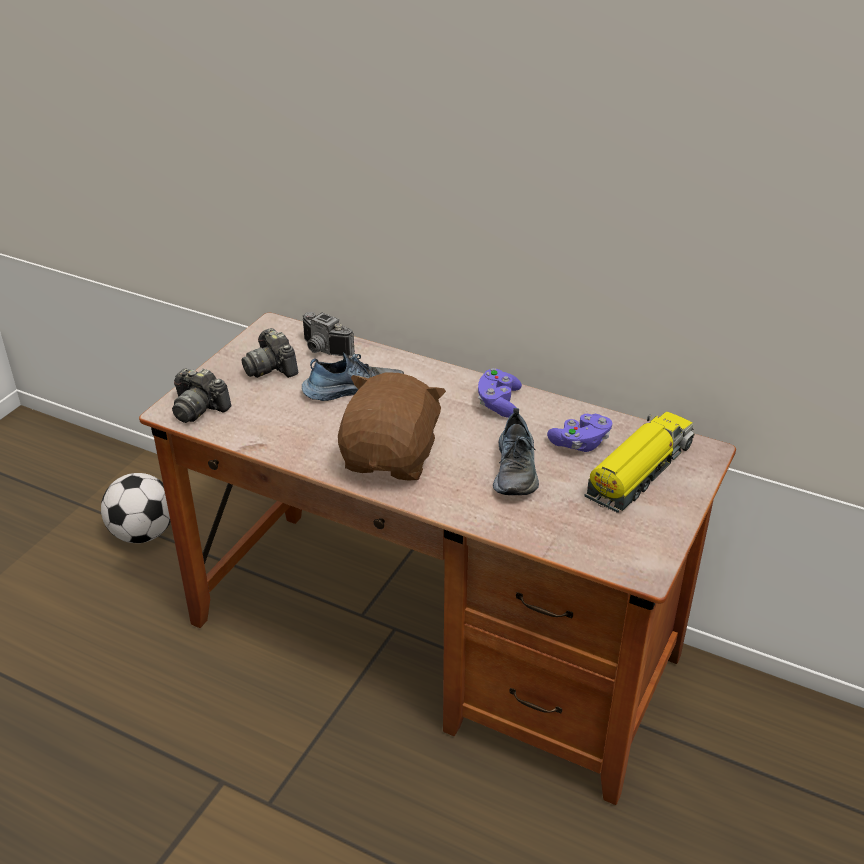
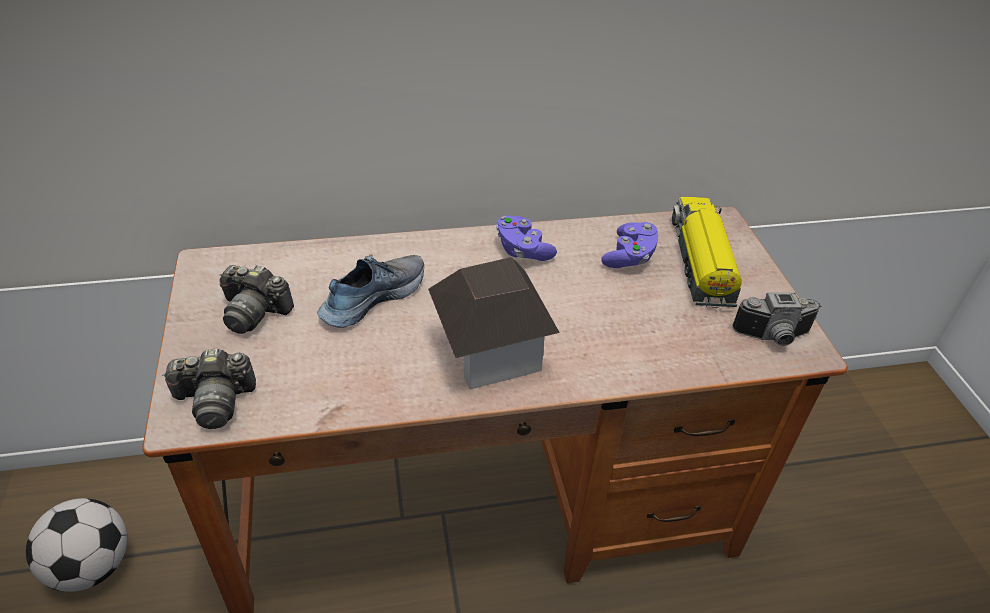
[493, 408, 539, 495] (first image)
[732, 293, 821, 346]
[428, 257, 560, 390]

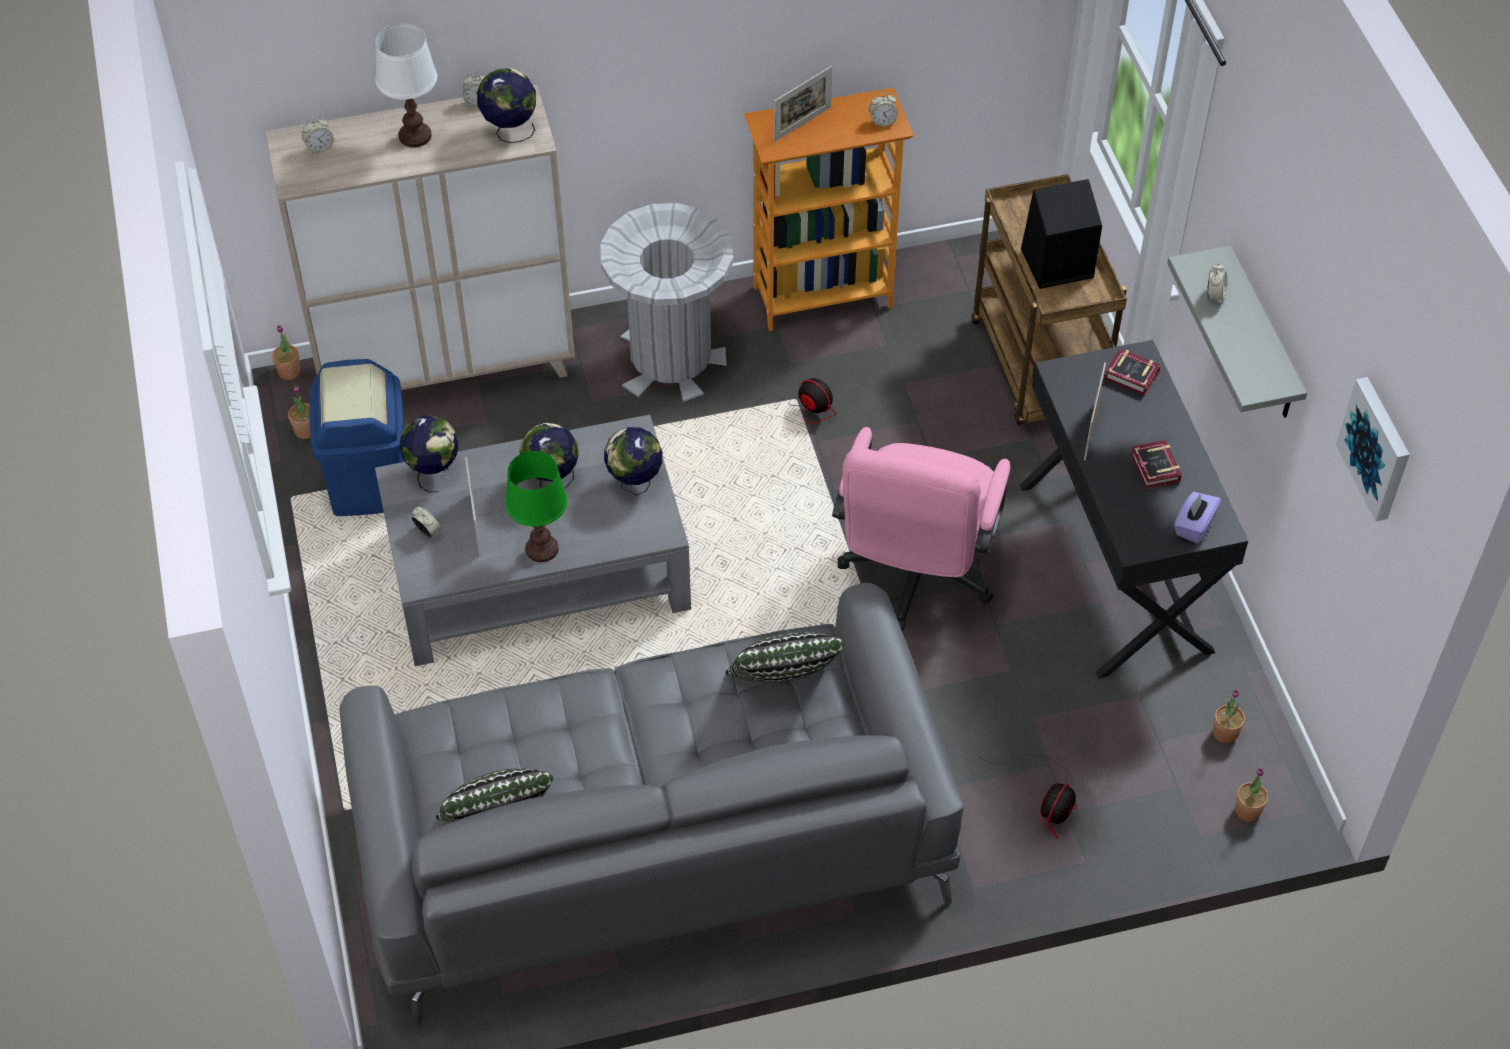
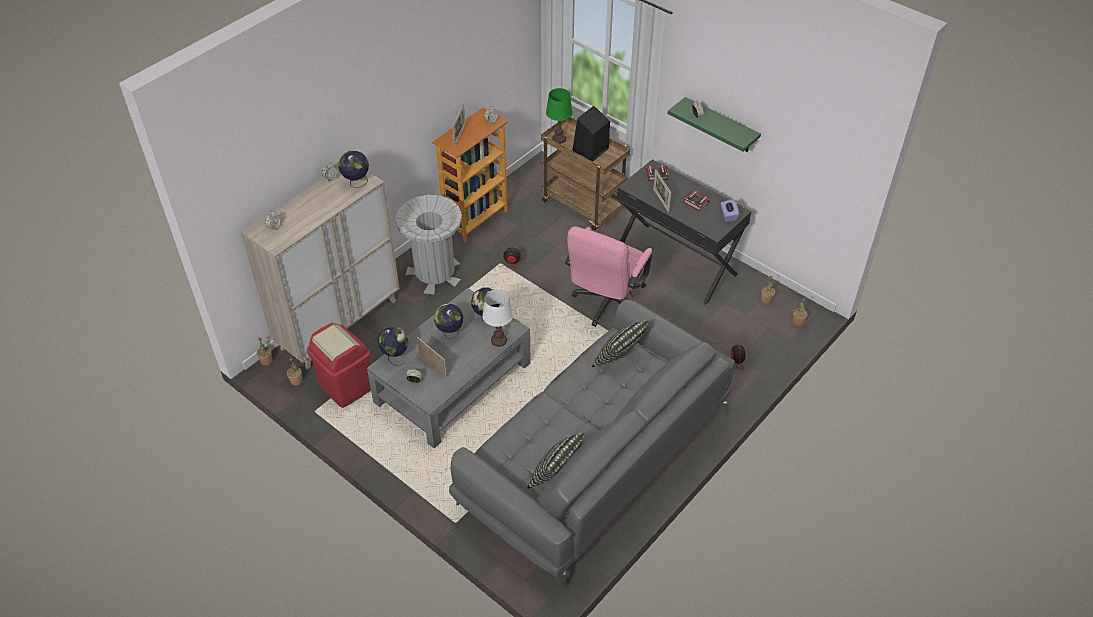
[1336, 377, 1410, 521] (first image)
[482, 289, 513, 347]
[546, 88, 573, 144]
[307, 323, 371, 408]
[668, 97, 761, 152]
[565, 226, 652, 327]

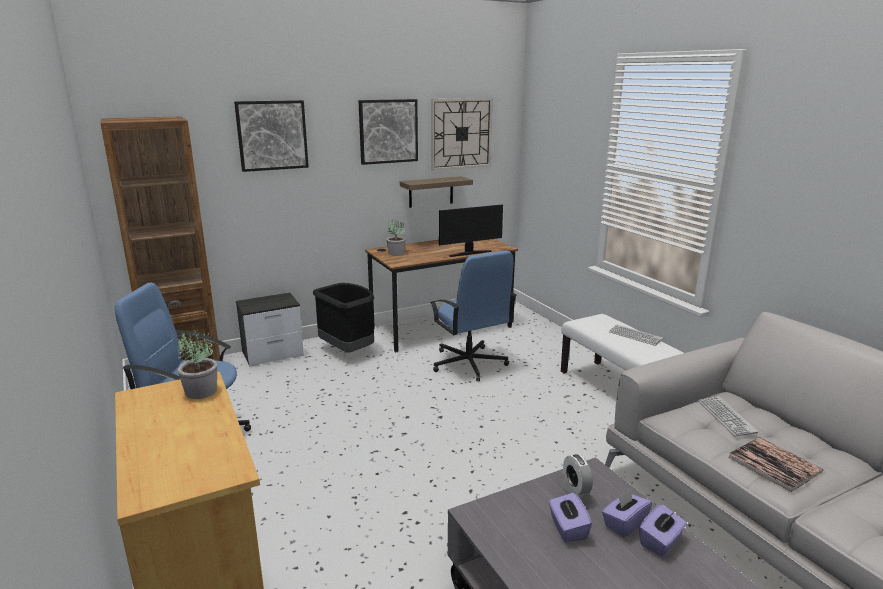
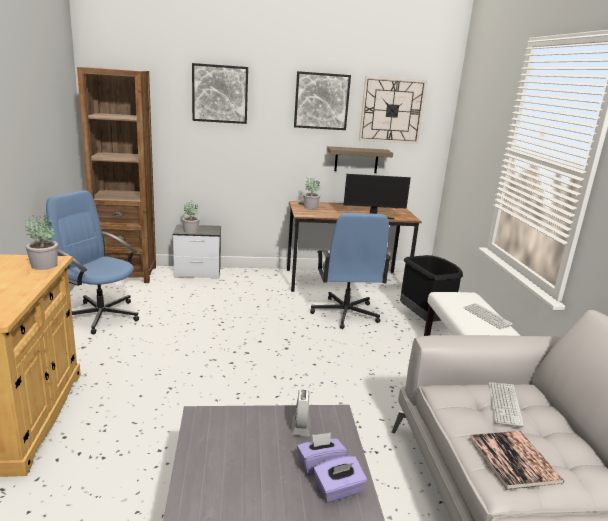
[549, 493, 592, 542] (first image)
[182, 200, 200, 234]
[400, 255, 463, 322]

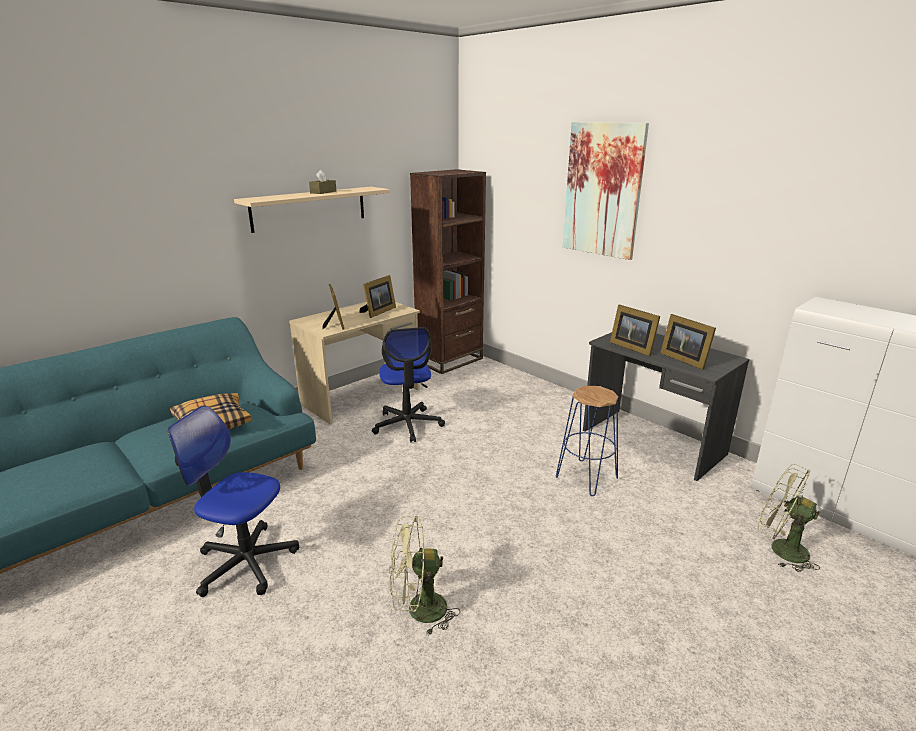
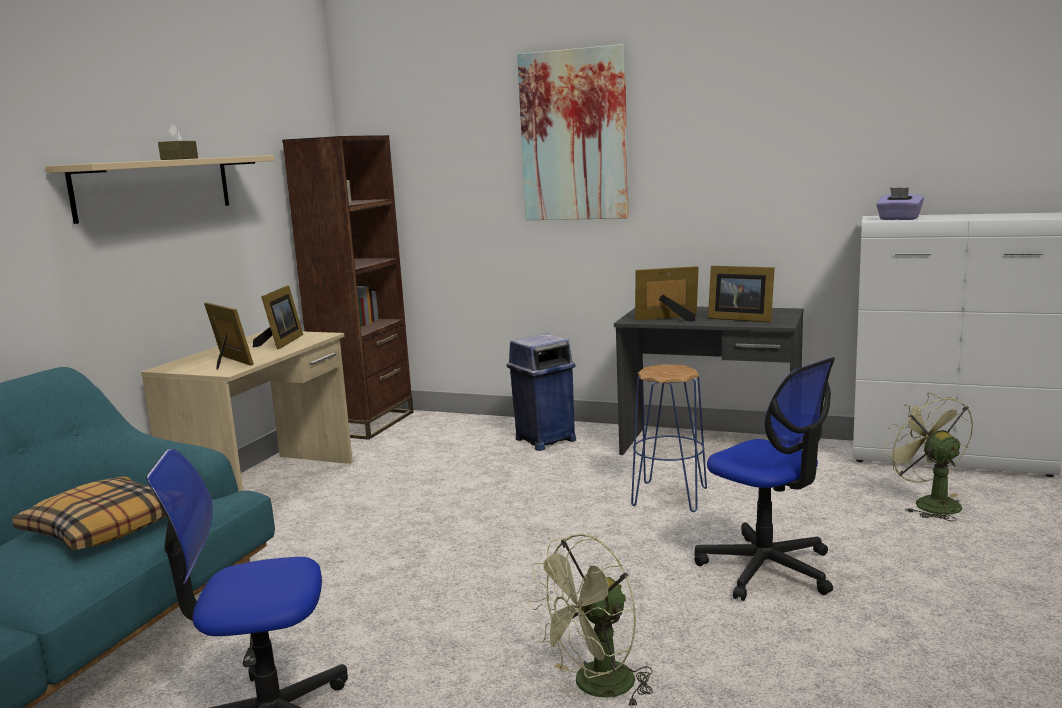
[507, 334, 576, 451]
[876, 187, 924, 220]
[694, 357, 835, 601]
[635, 266, 699, 321]
[883, 393, 973, 521]

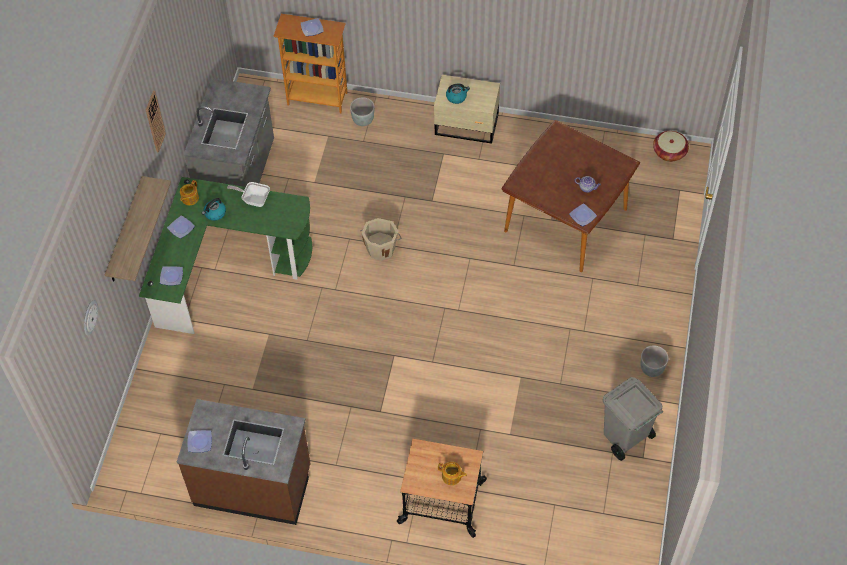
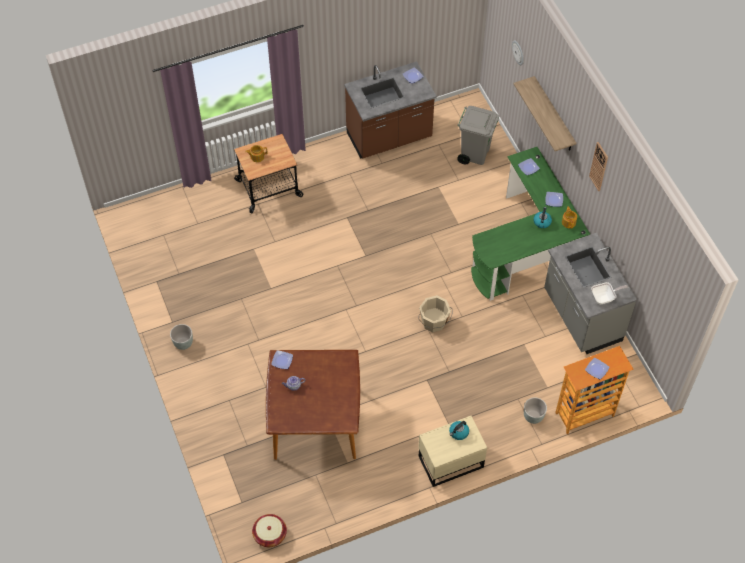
[591, 282, 628, 305]
[457, 106, 499, 165]

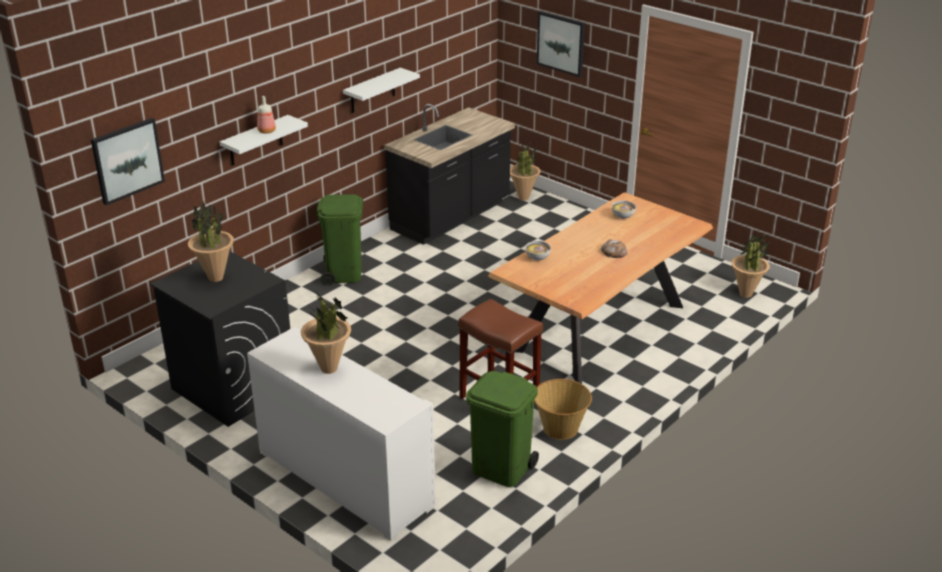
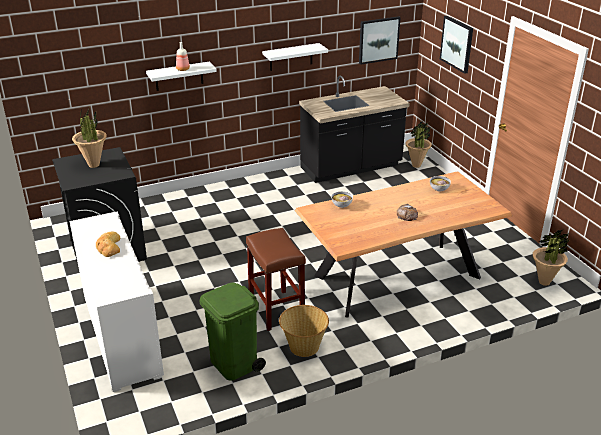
[316, 194, 363, 285] (first image)
[359, 16, 401, 65]
[96, 231, 120, 257]

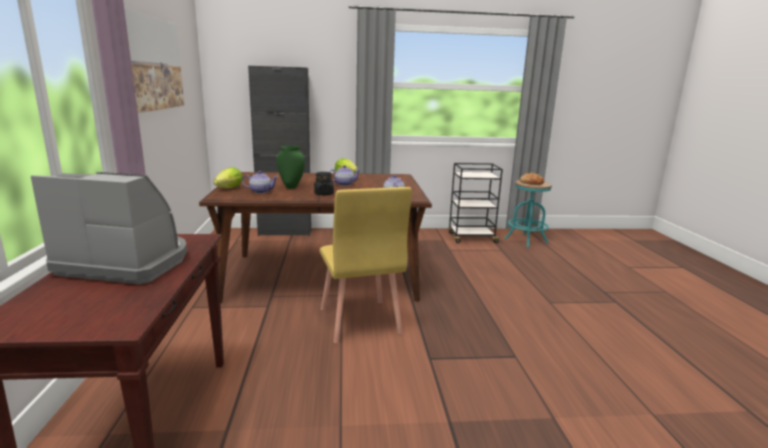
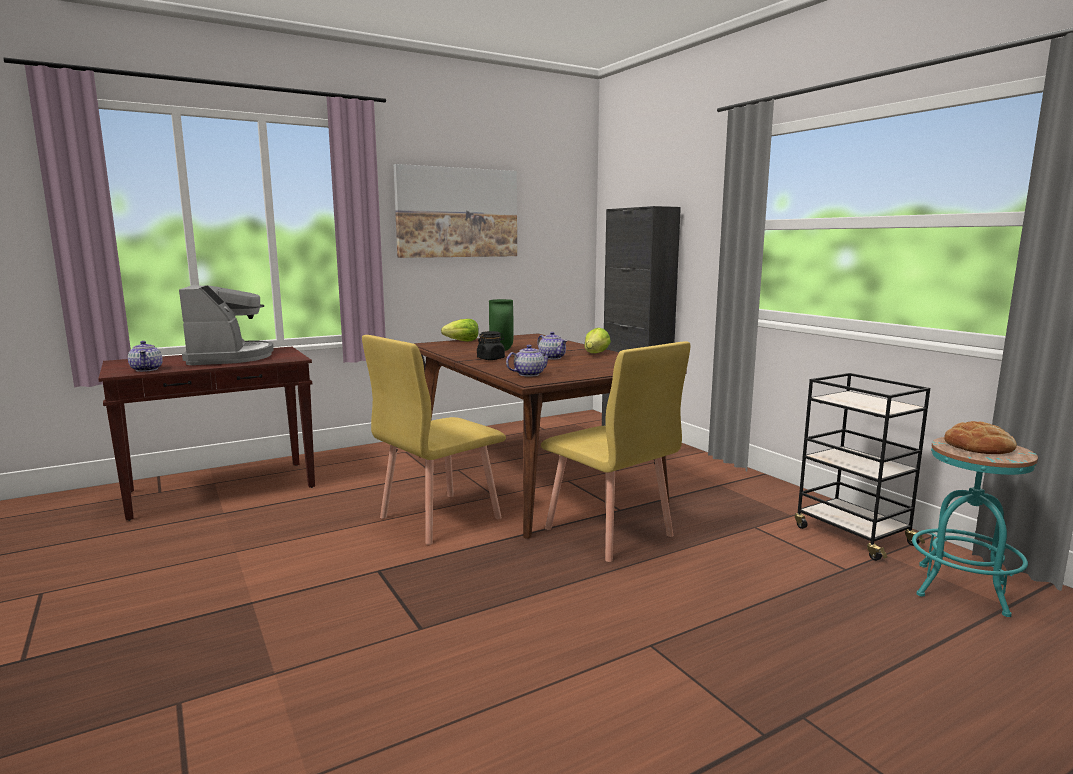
[541, 341, 690, 562]
[128, 341, 163, 372]

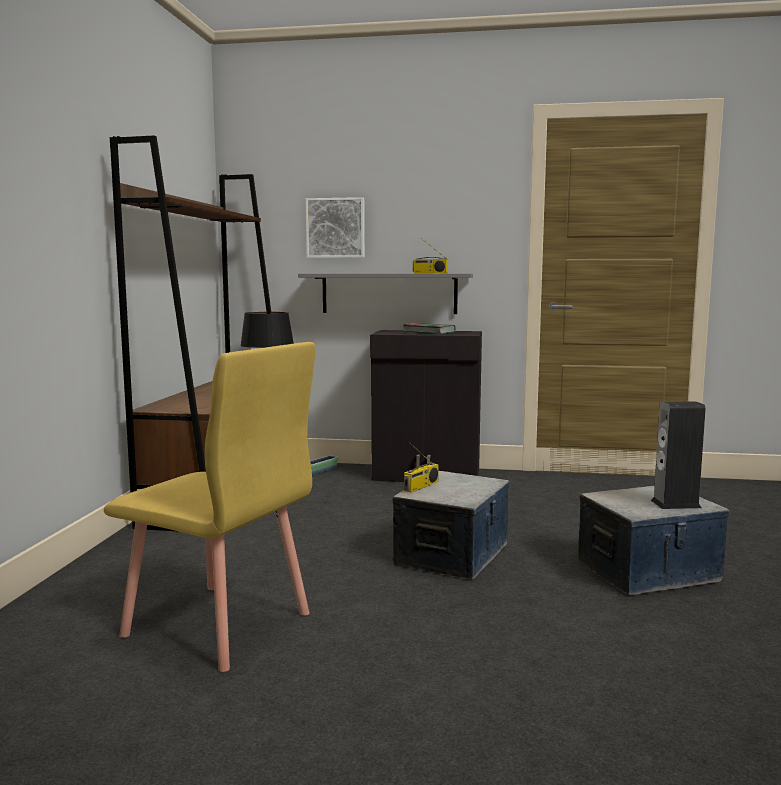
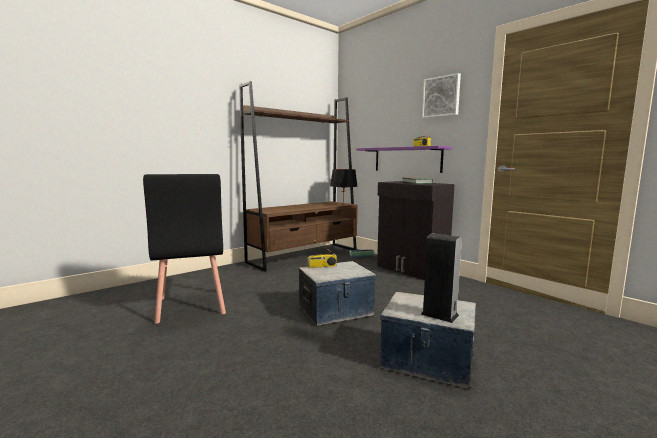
[422, 73, 461, 118]
[143, 174, 226, 324]
[356, 146, 453, 173]

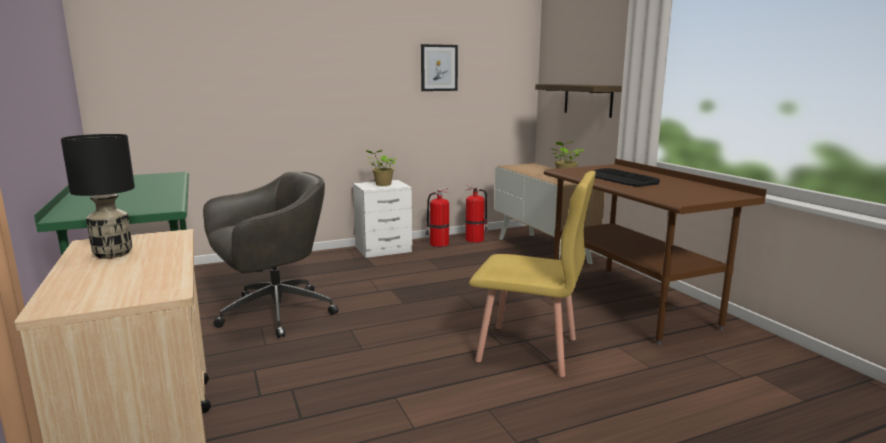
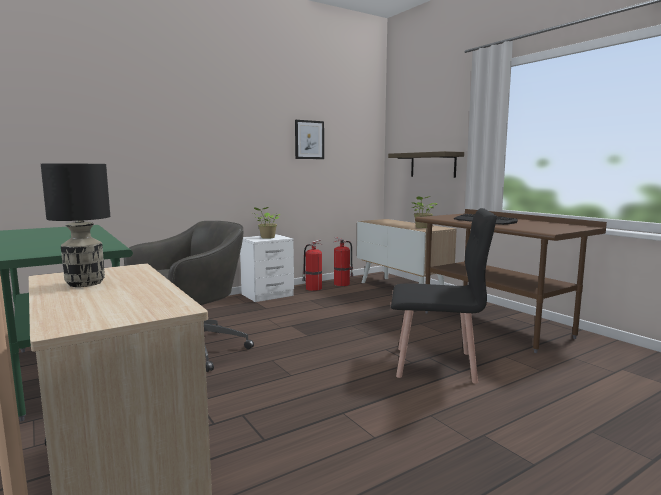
[391, 208, 497, 384]

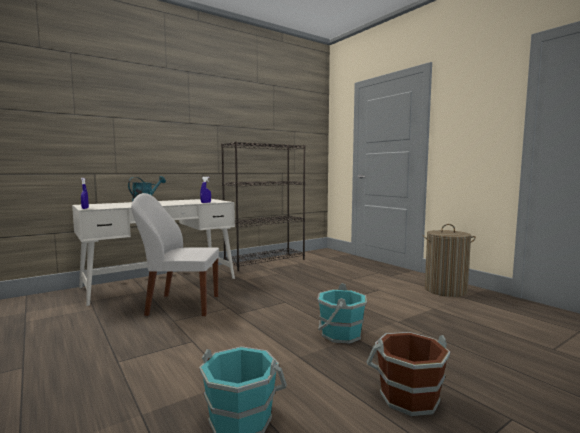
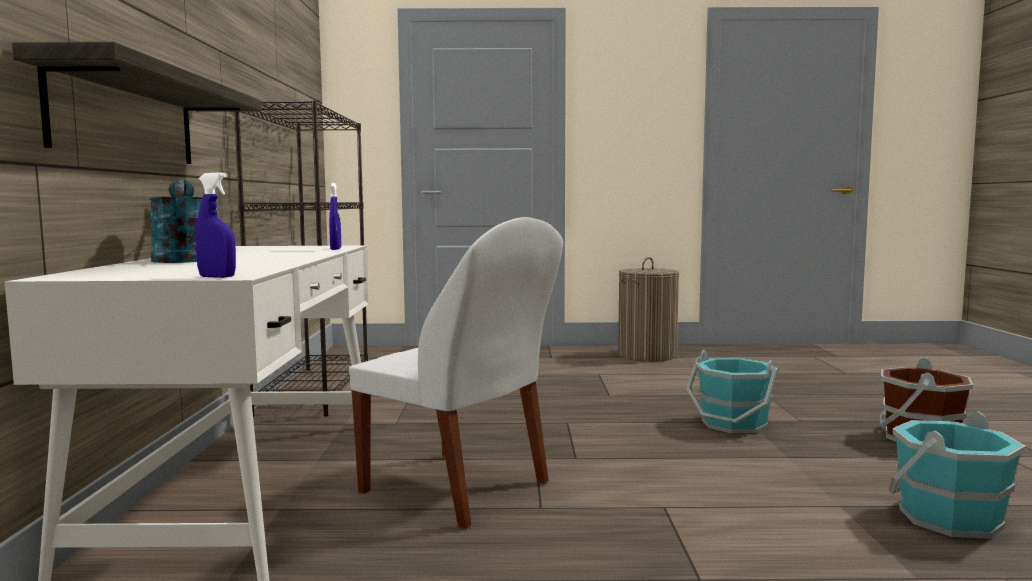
[12, 41, 262, 164]
[349, 217, 563, 529]

